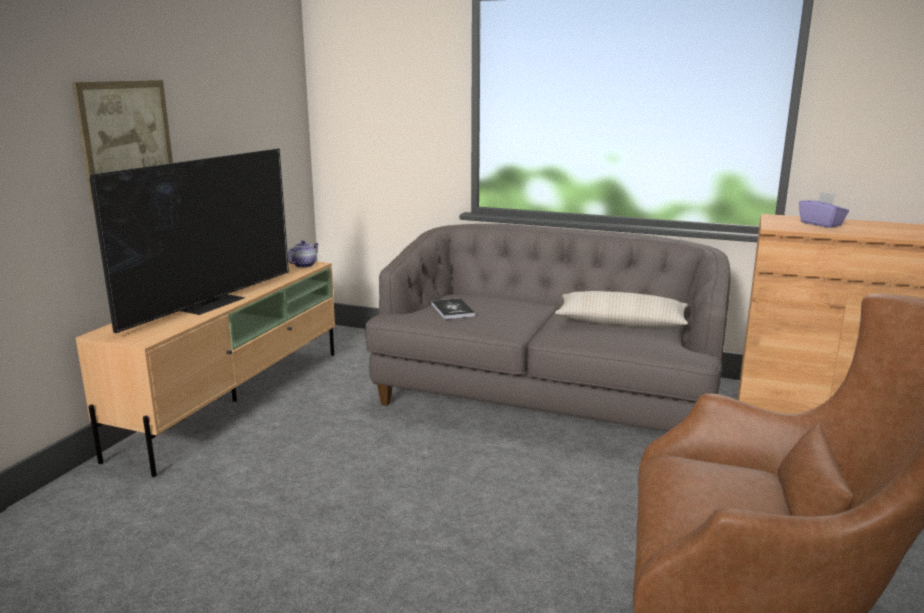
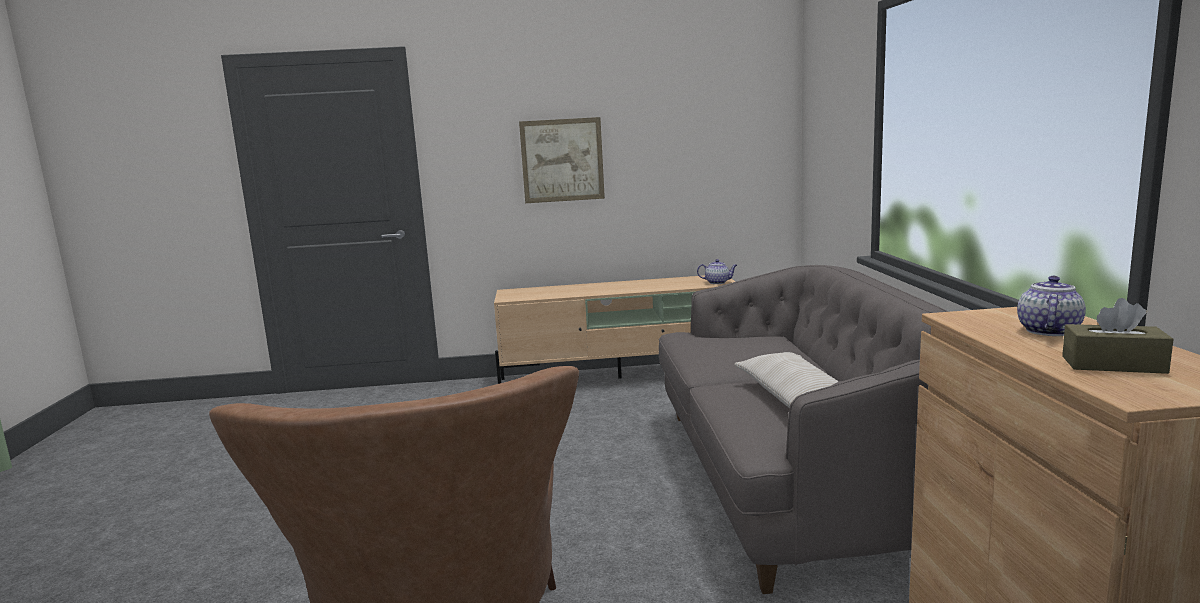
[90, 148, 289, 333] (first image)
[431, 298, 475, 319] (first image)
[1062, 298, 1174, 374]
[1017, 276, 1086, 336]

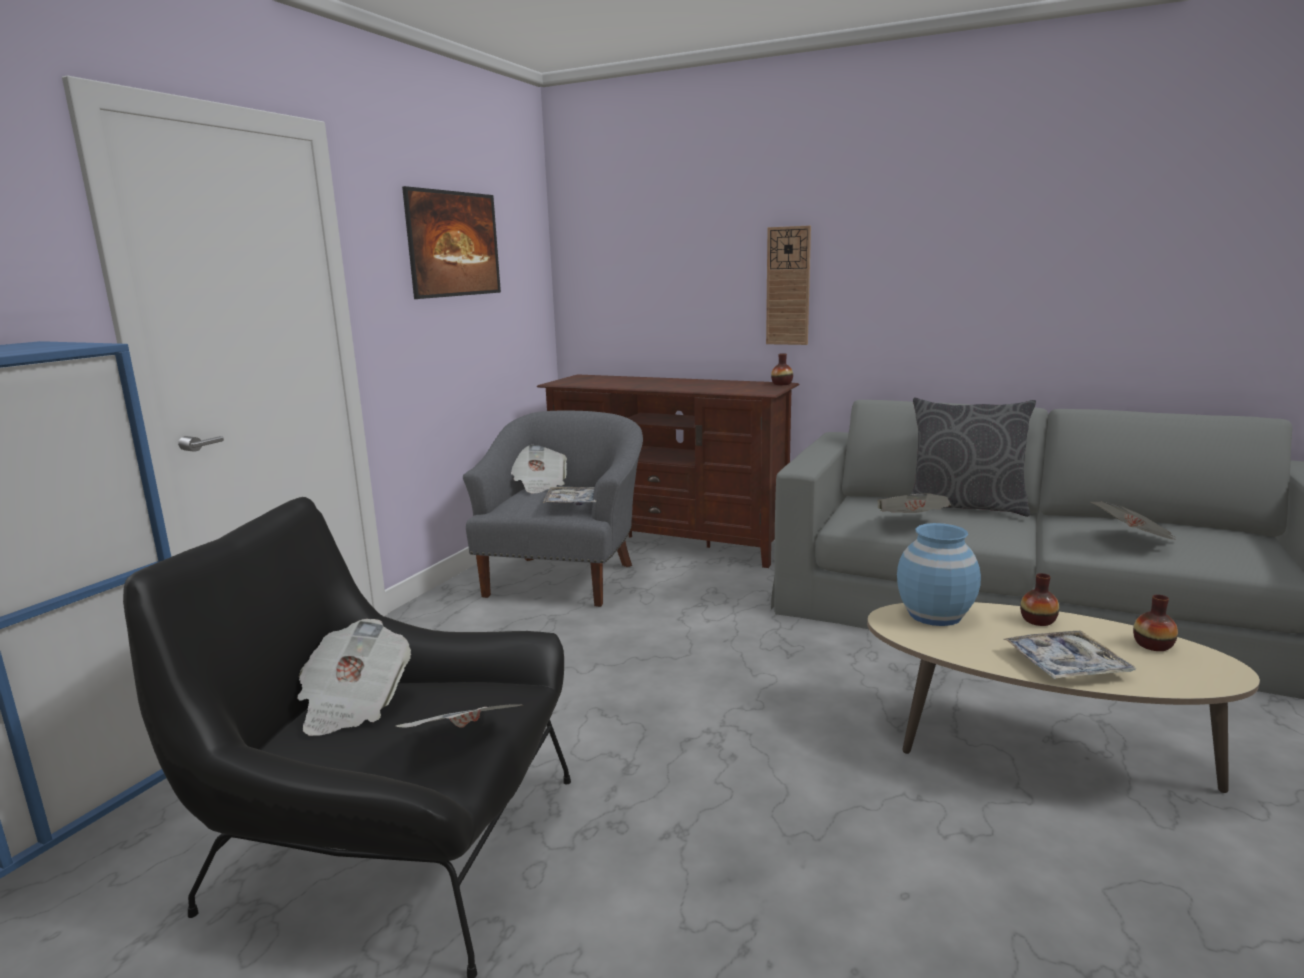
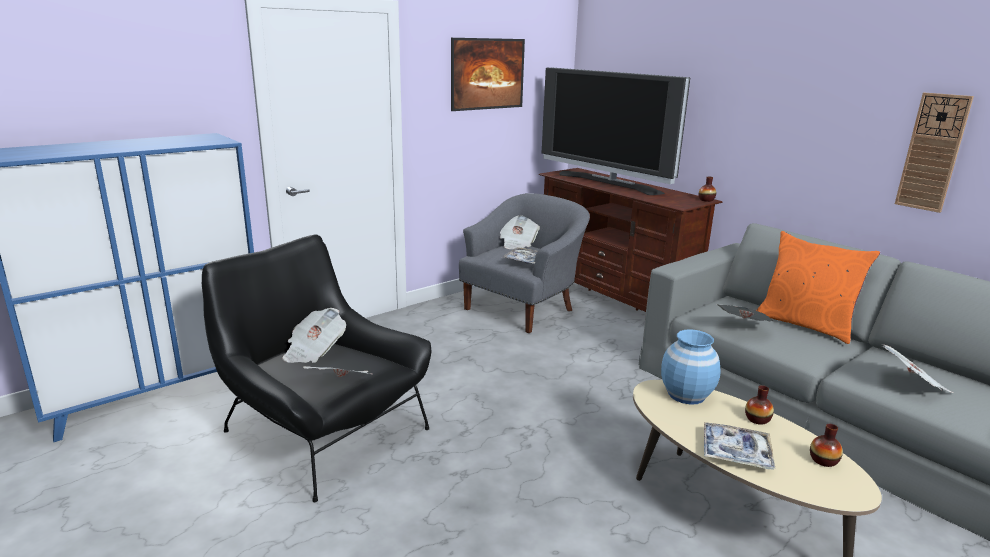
[542, 67, 690, 195]
[895, 93, 974, 213]
[756, 231, 880, 344]

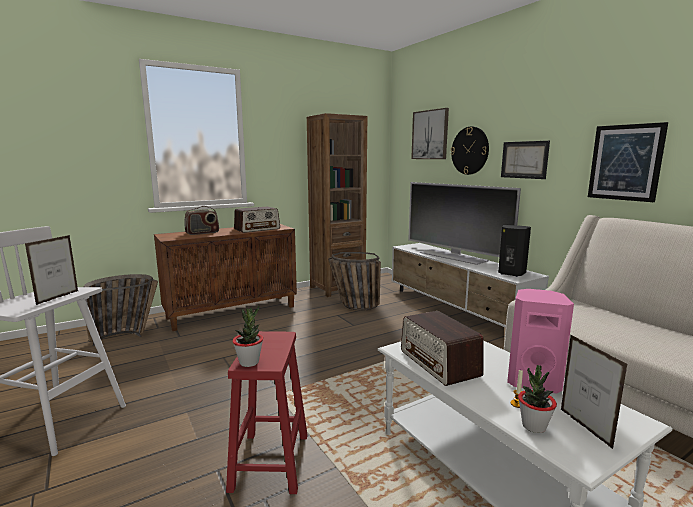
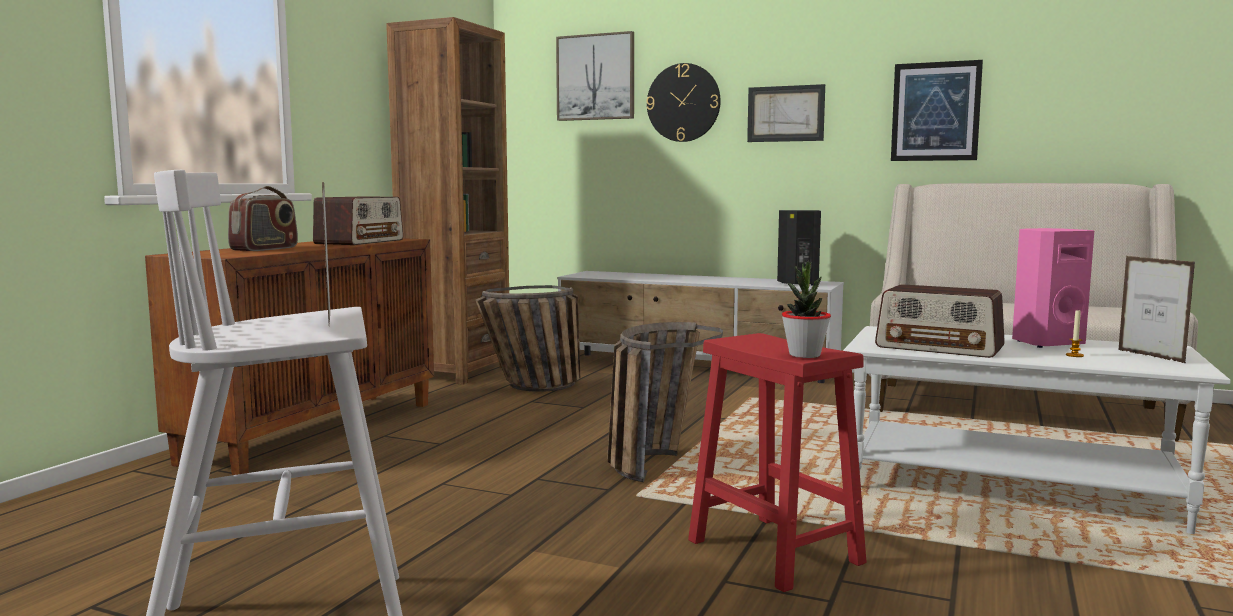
[408, 182, 521, 265] (first image)
[518, 365, 557, 433] (first image)
[607, 322, 723, 482]
[1119, 256, 1195, 363]

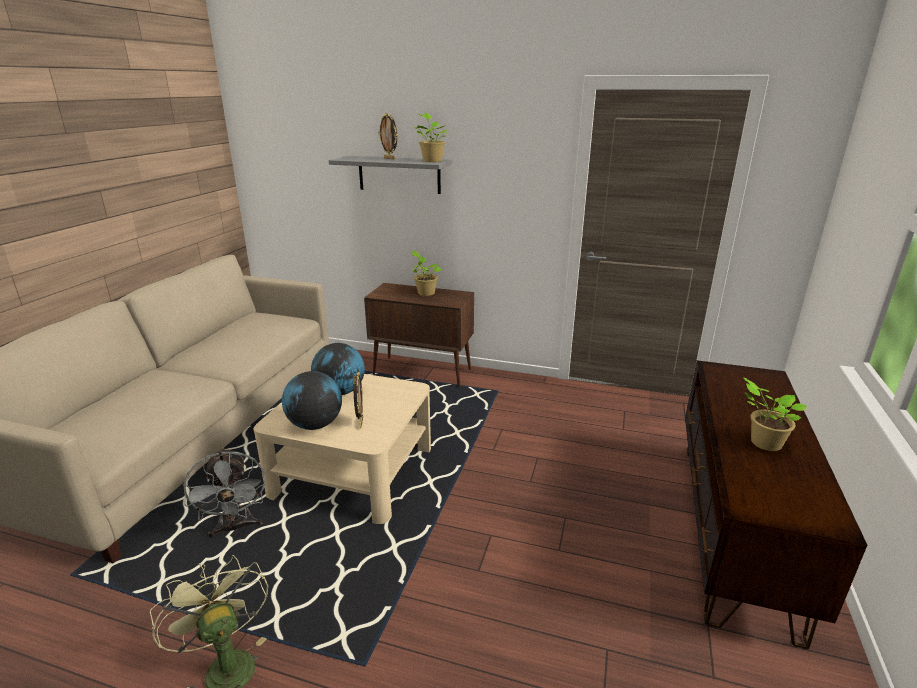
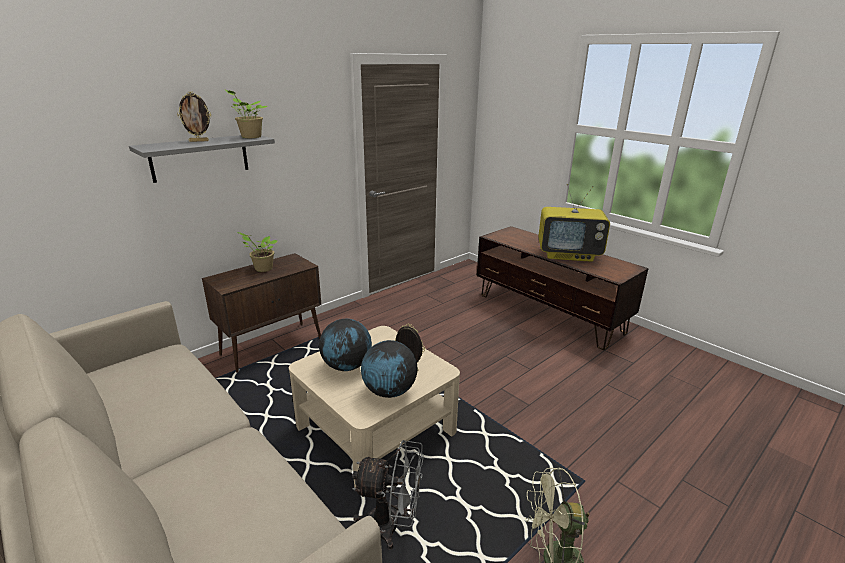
[538, 184, 610, 262]

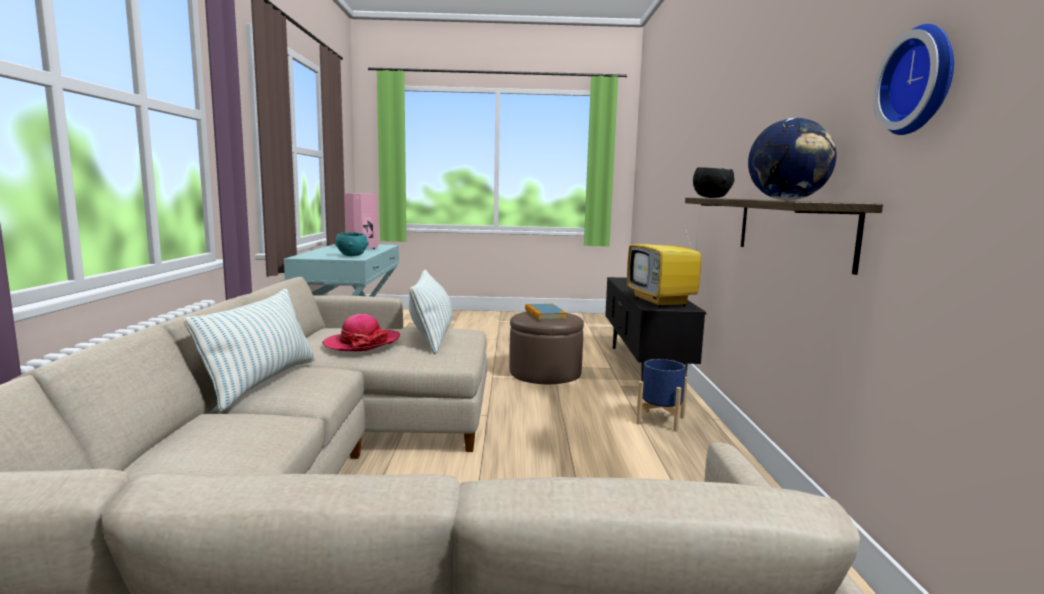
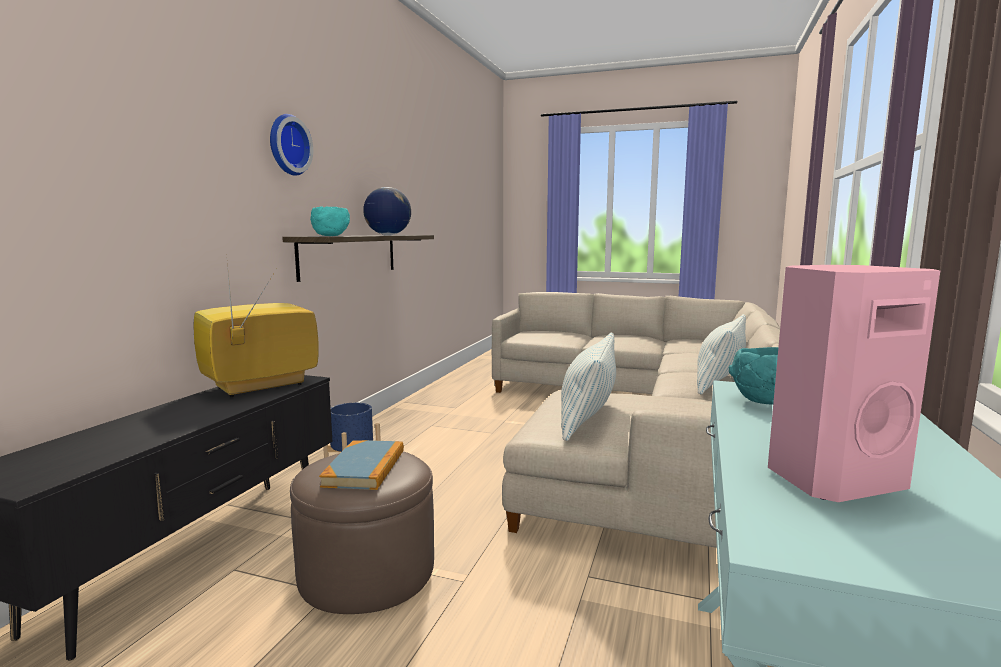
[322, 314, 400, 351] (first image)
[270, 114, 313, 176]
[310, 206, 350, 236]
[193, 253, 319, 397]

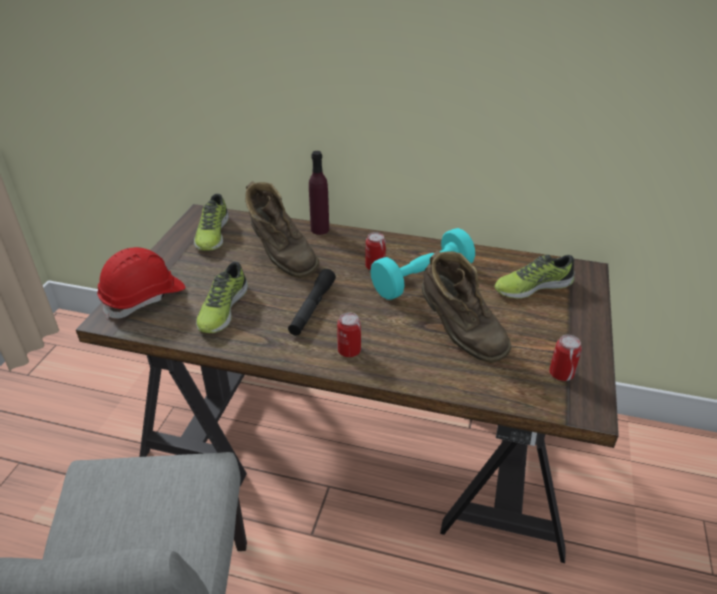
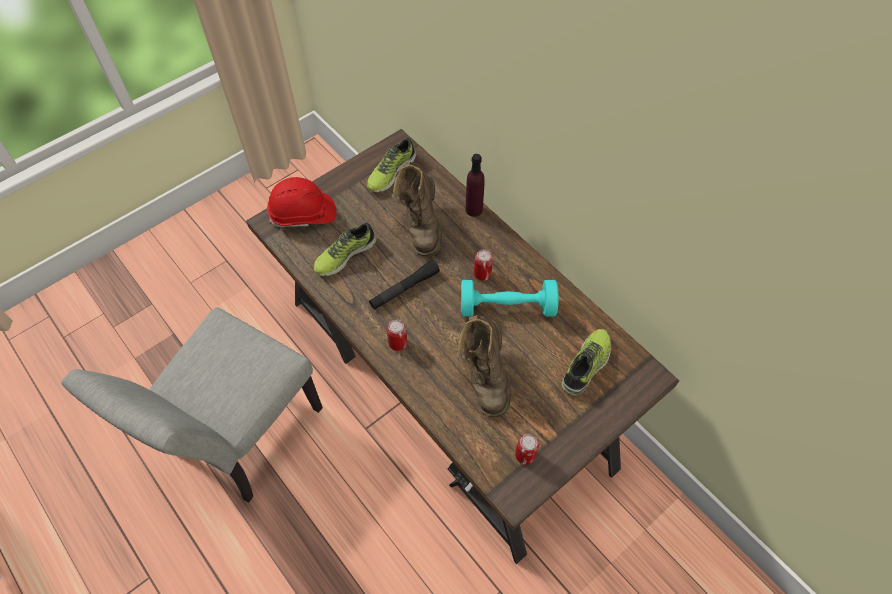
[562, 329, 611, 396]

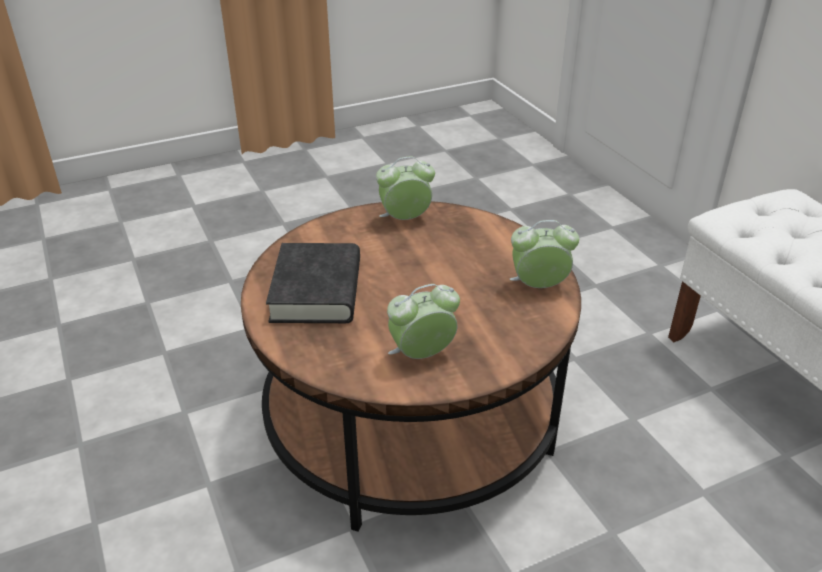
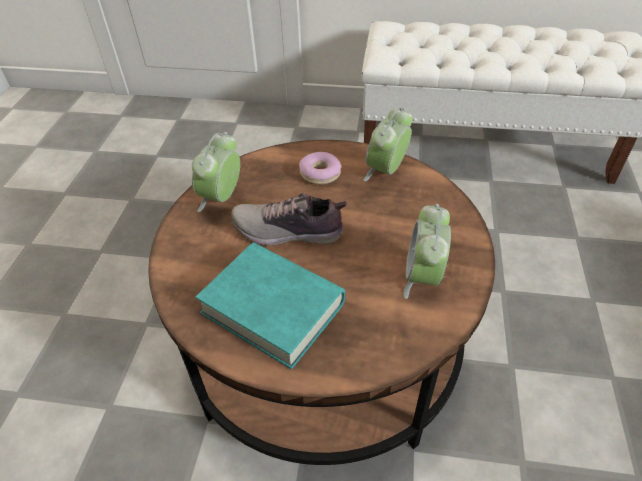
[231, 193, 347, 246]
[299, 152, 341, 185]
[195, 243, 345, 369]

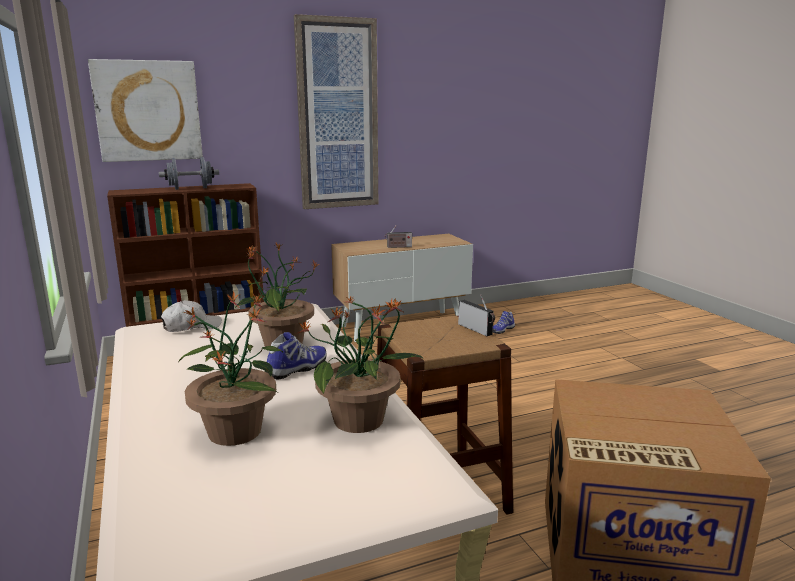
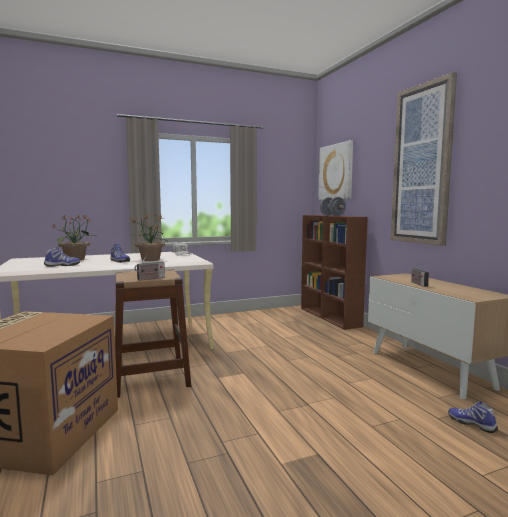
[44, 247, 80, 267]

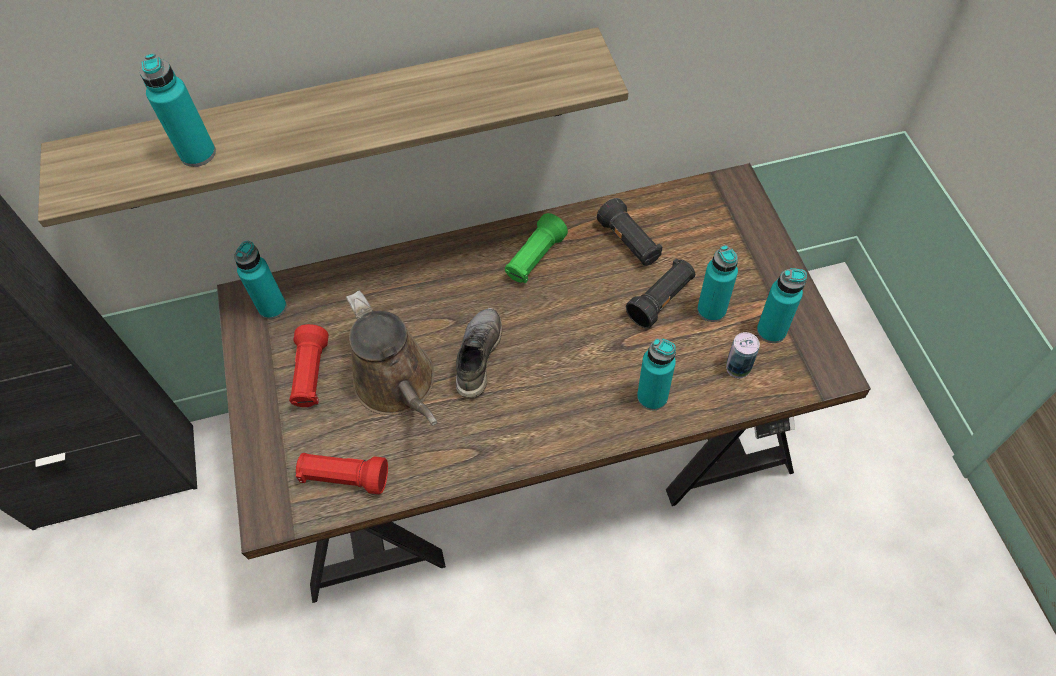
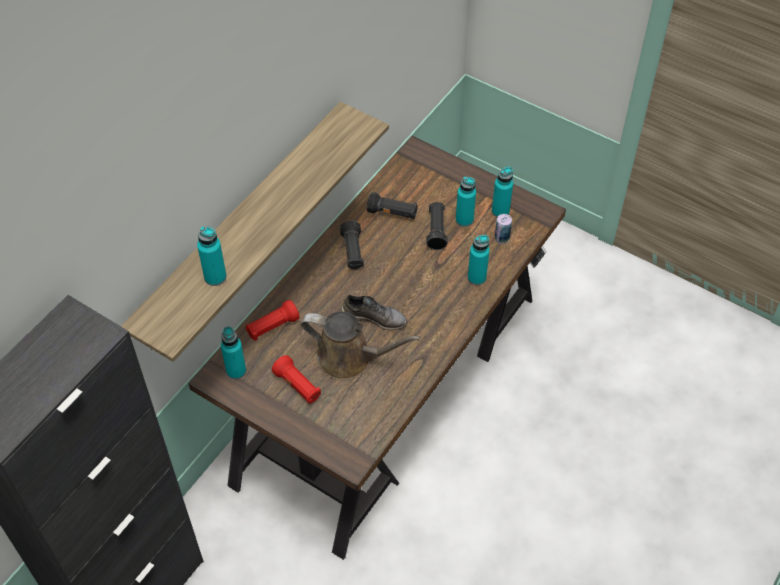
[245, 300, 300, 341]
[340, 221, 364, 269]
[341, 295, 407, 330]

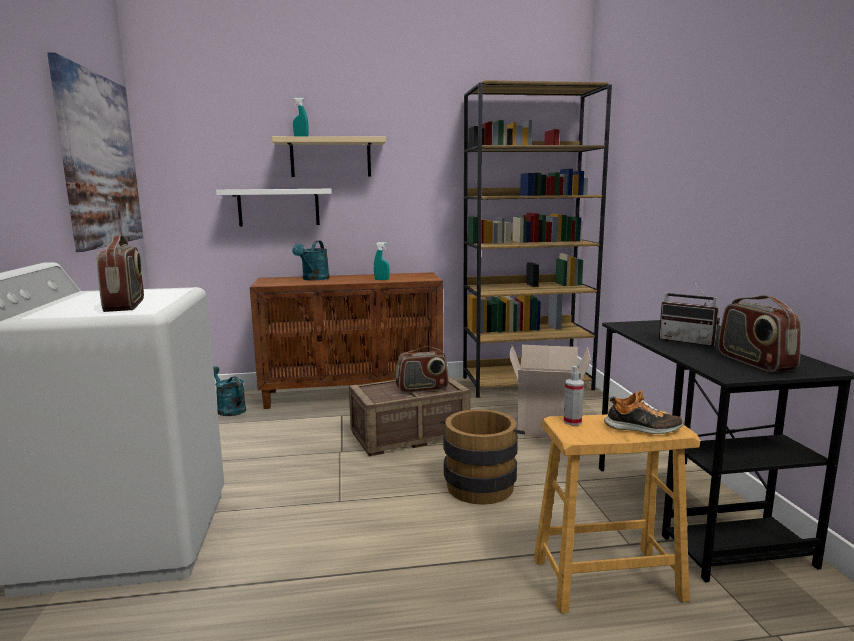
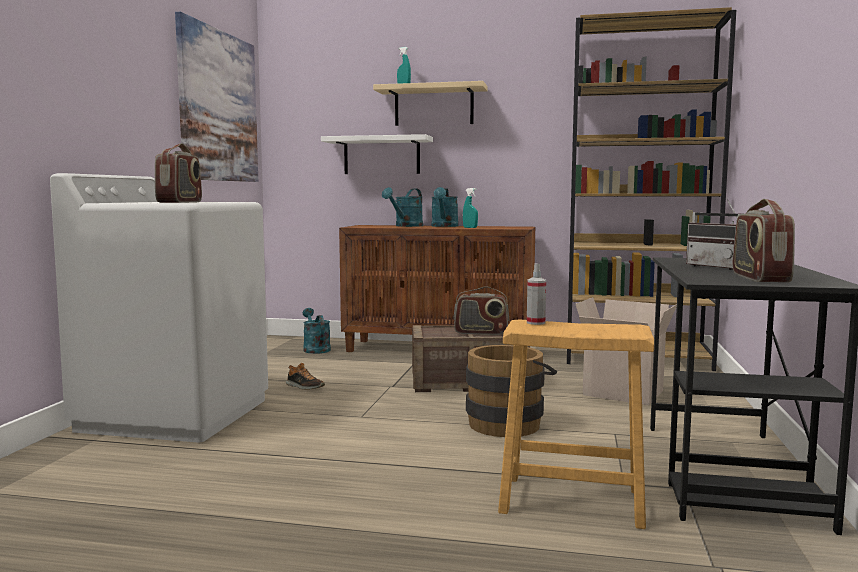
[432, 187, 458, 227]
[286, 363, 325, 390]

